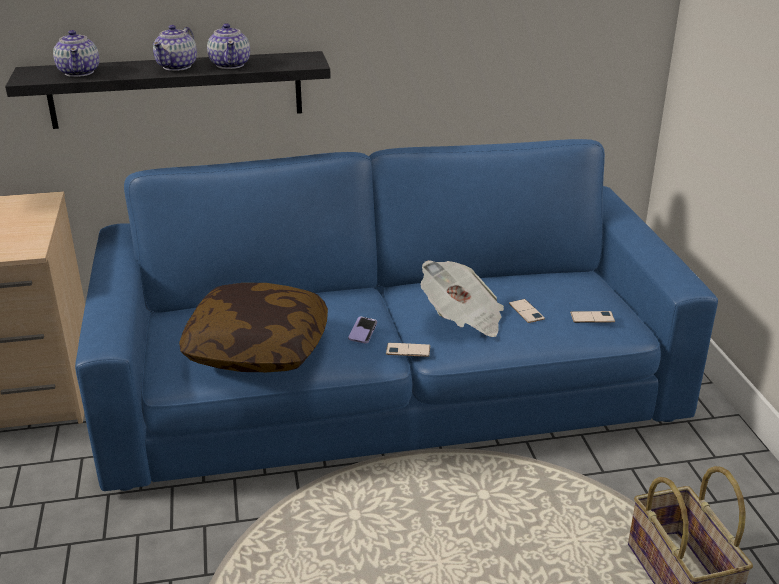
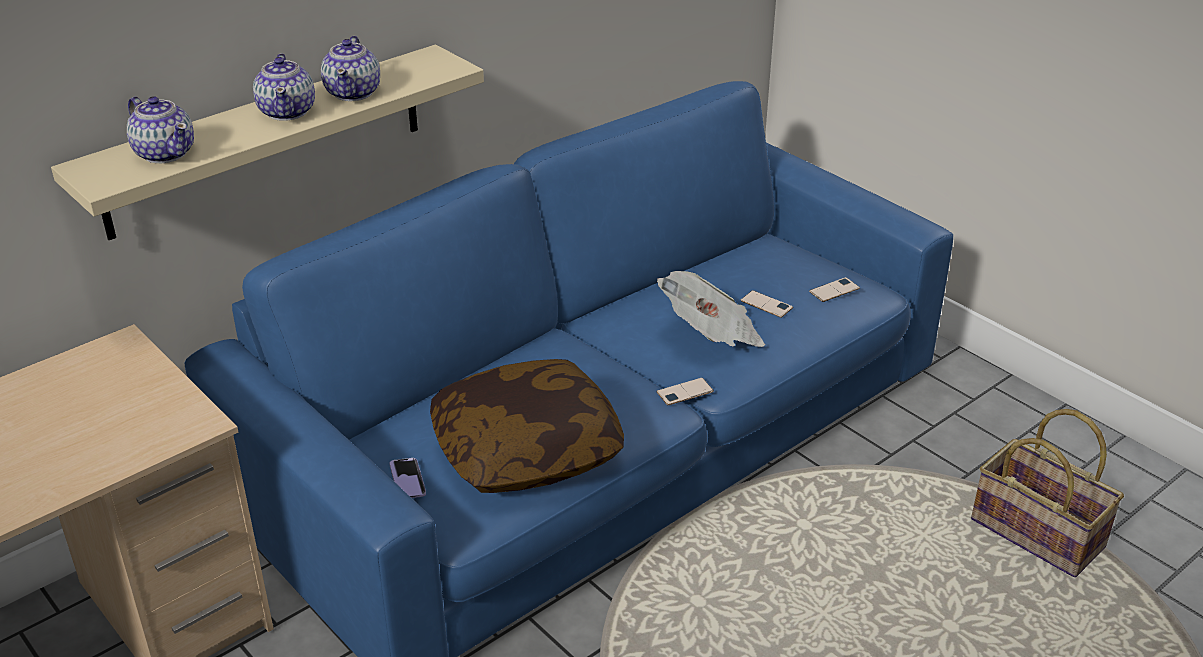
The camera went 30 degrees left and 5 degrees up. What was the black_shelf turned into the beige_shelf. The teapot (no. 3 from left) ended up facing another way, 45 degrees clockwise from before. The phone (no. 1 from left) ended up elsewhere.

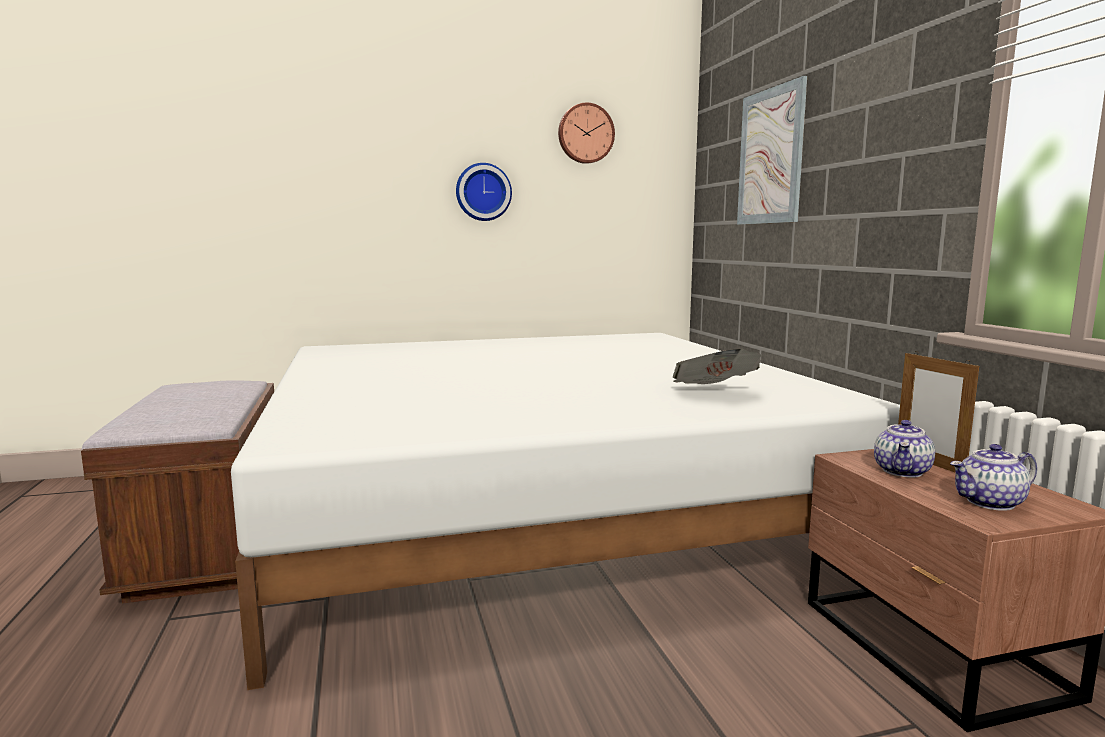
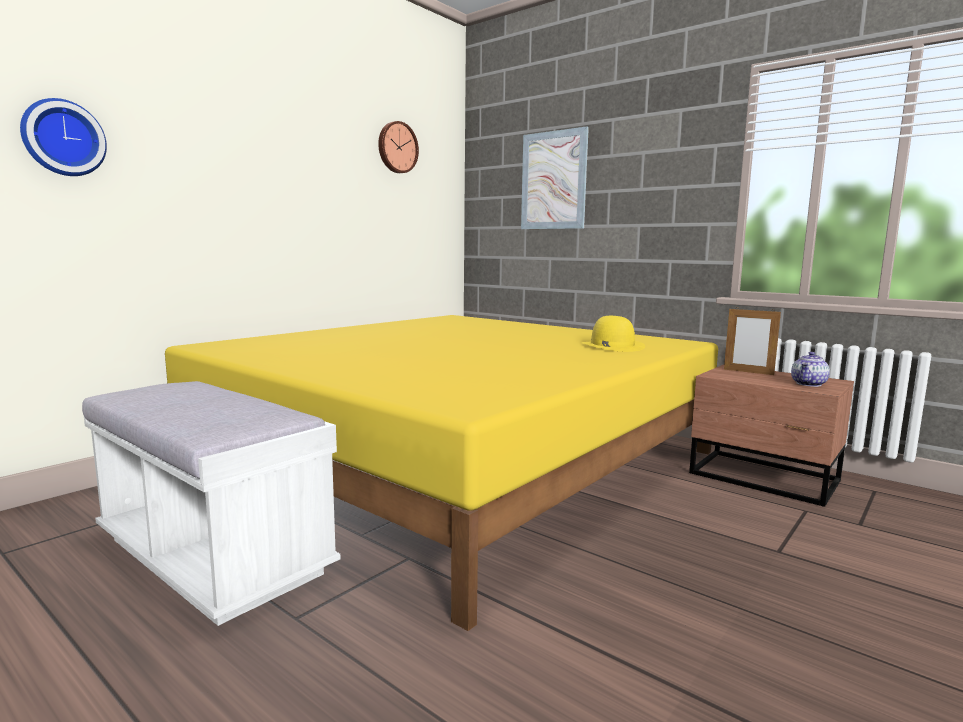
The camera went 35 degrees left and 0 degrees up. What was the brown_bench turned into the white_bench. What was the white_bed turned into the yellow_bed. The wall_clock (no. 1 from left) ended up elsewhere. Where the newspaper stood, the yellow_hat came to stand. The second view lost the teapot (no. 1 from left).

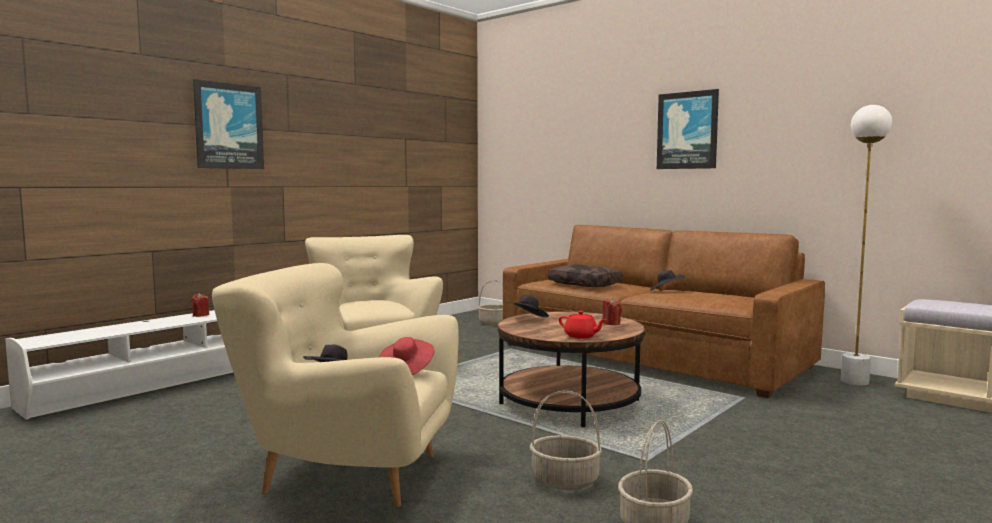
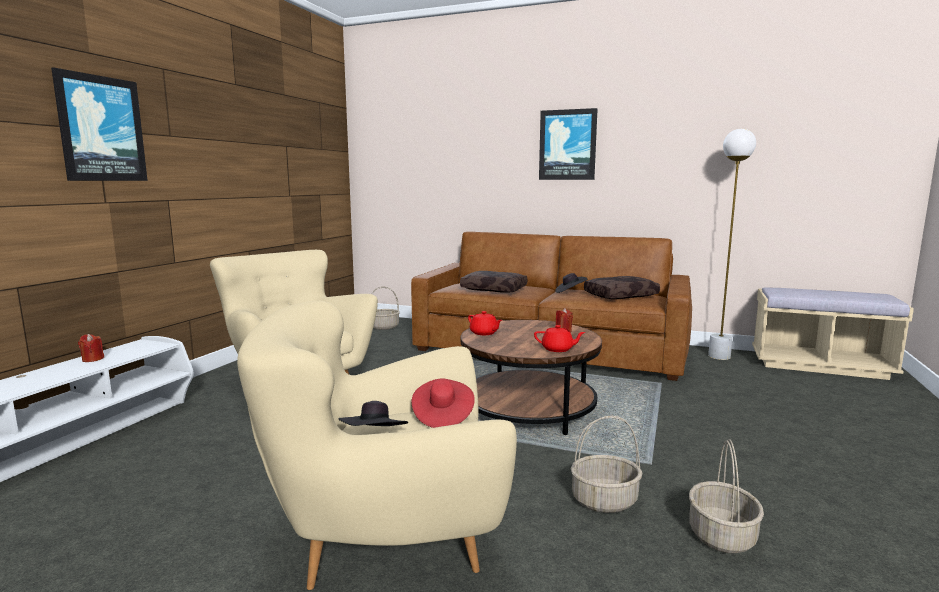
The camera went 20 degrees left and 5 degrees up. Where the black_hat (no. 2 from left) stood, the red_teapot (no. 1 from left) came to stand. The second view gained the brown_pillow (no. 2 from left).

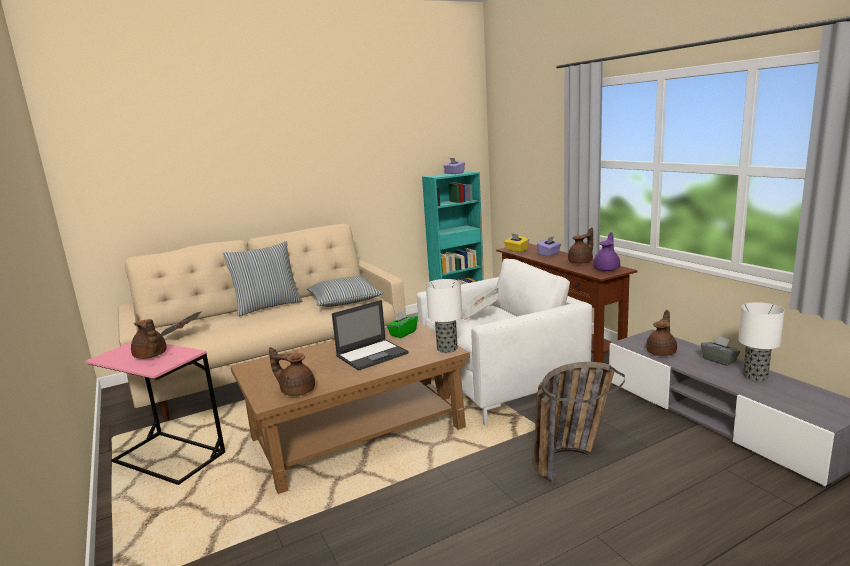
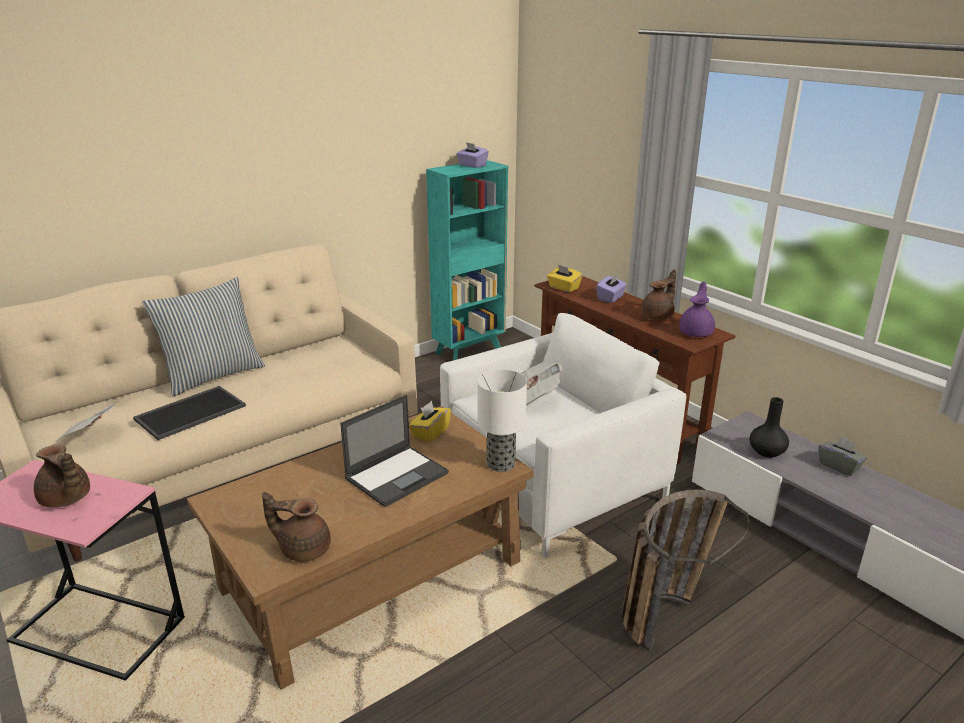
The camera went 10 degrees left and 10 degrees up. The second view lost the pillow (no. 2 from left). What was the green_tissue_box turned into the yellow_tissue_box (no. 1 from left). Where the brown_teapot (no. 4 from left) stood, the black_vase came to stand. The second view lost the table_lamp (no. 2 from left). The second view gained the tray.

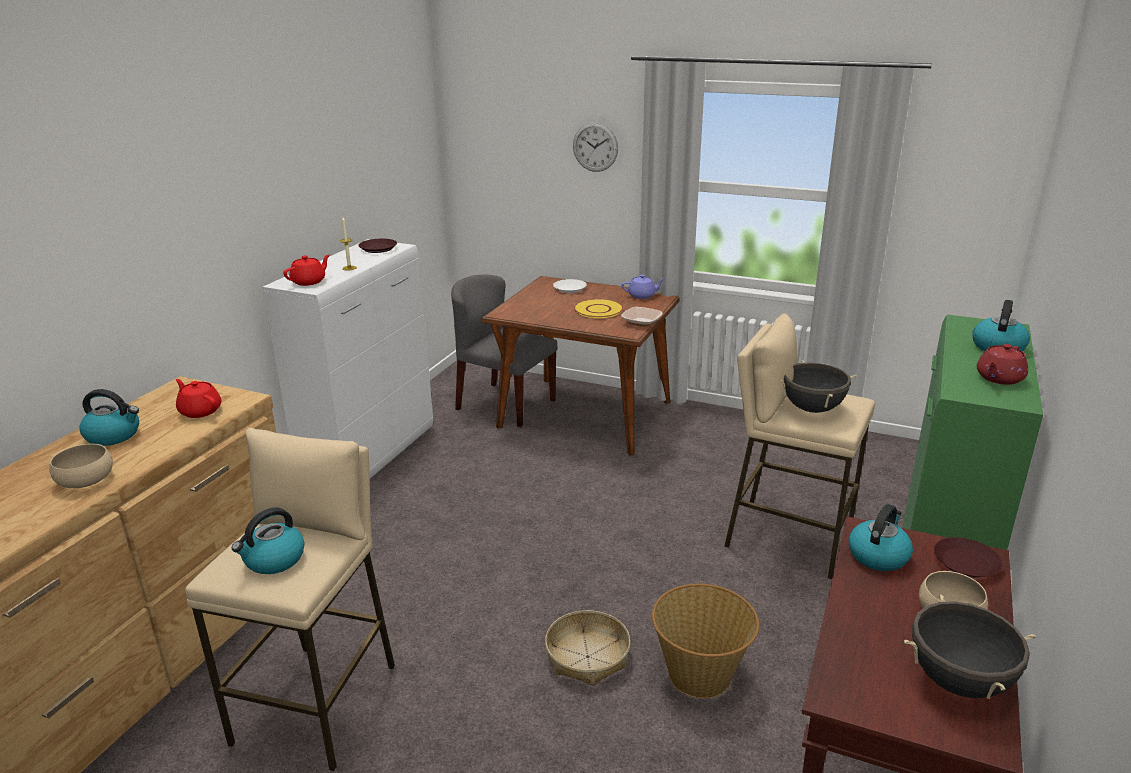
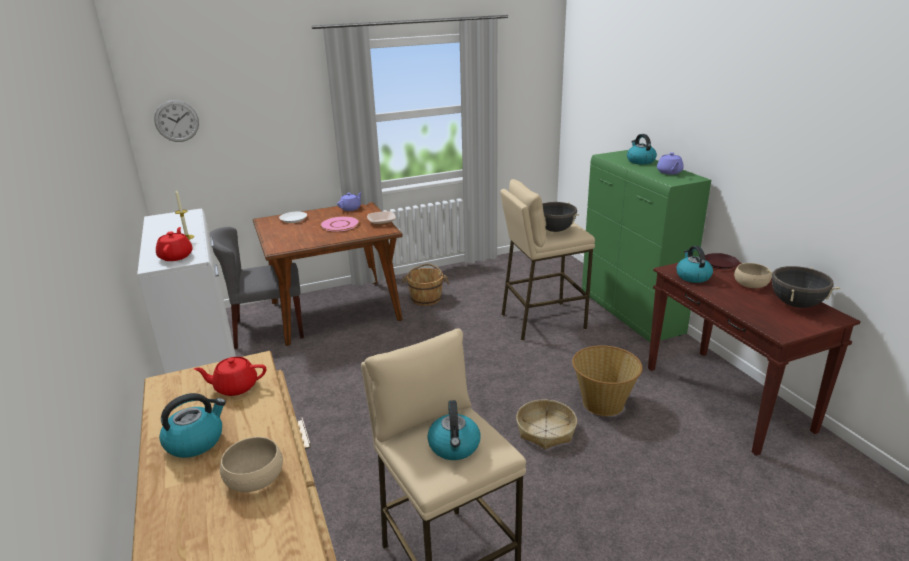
The camera went 45 degrees left and 0 degrees up. The second view lost the brown_plate (no. 1 from left). The wall_clock ended up elsewhere. What was the yellow_plate turned into the pink_plate. What was the red_teapot (no. 3 from left) turned into the purple_teapot (no. 2 from left). The second view gained the brown_bucket.

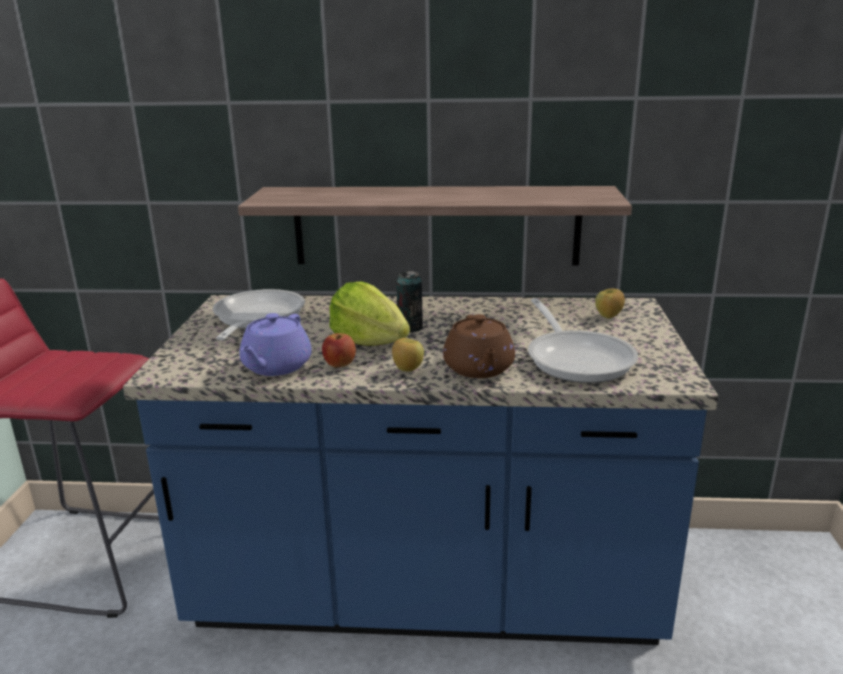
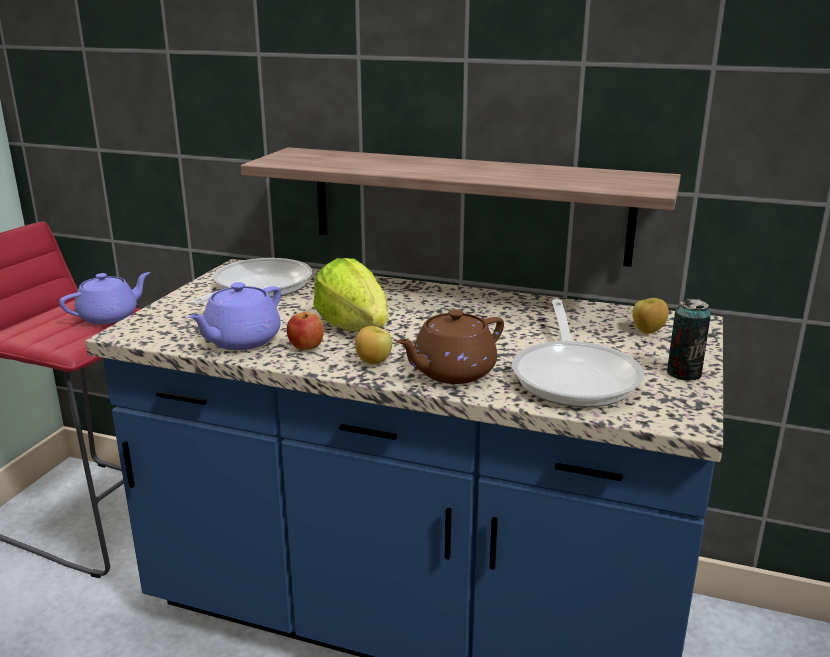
The camera went 15 degrees right and 0 degrees up. The can ended up elsewhere. The brown_teapot ended up facing another way, 45 degrees clockwise from before. The second view gained the purple_teapot (no. 1 from left).

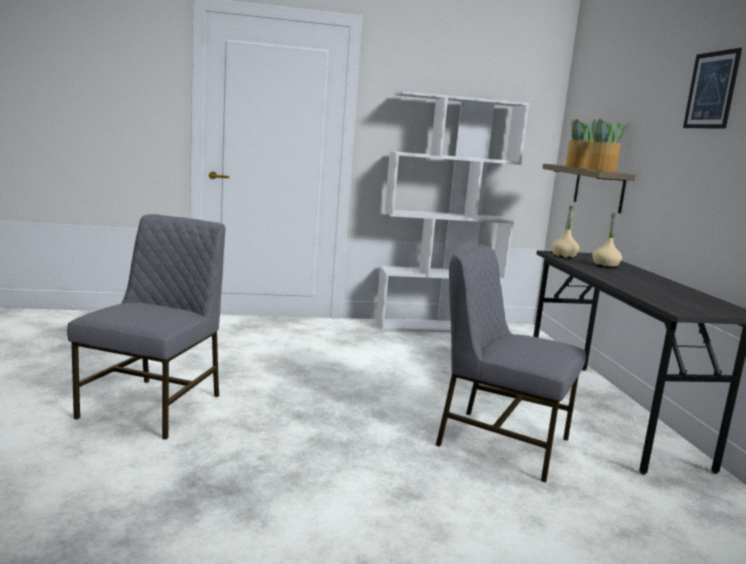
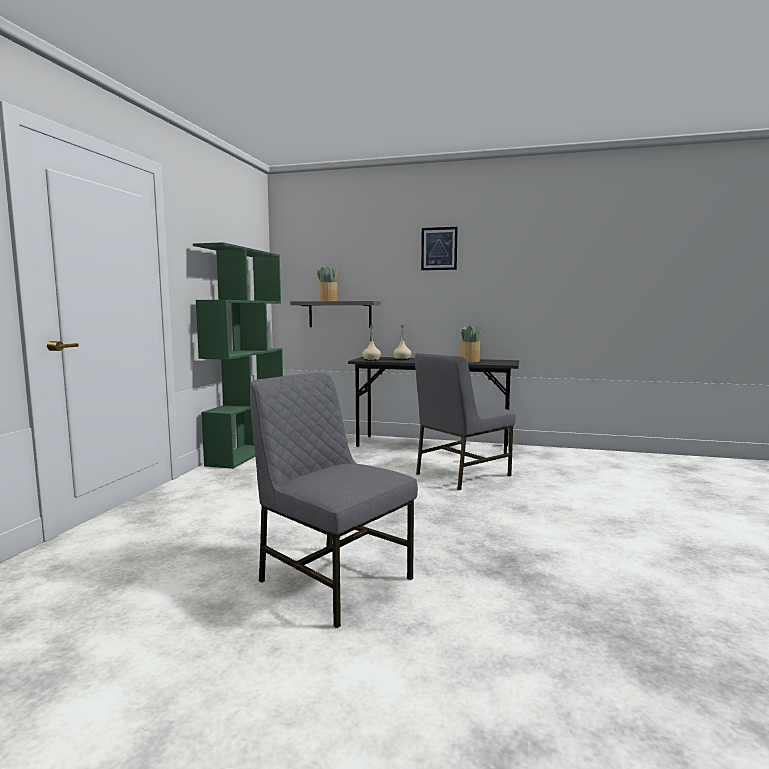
The camera went 65 degrees left and 5 degrees down. What was the white_bookcase turned into the green_bookcase. The potted_plant (no. 2 from left) ended up elsewhere.

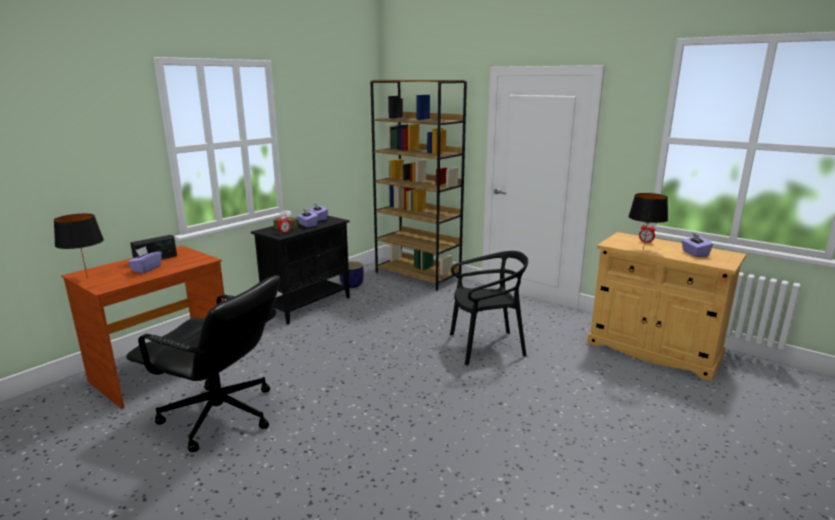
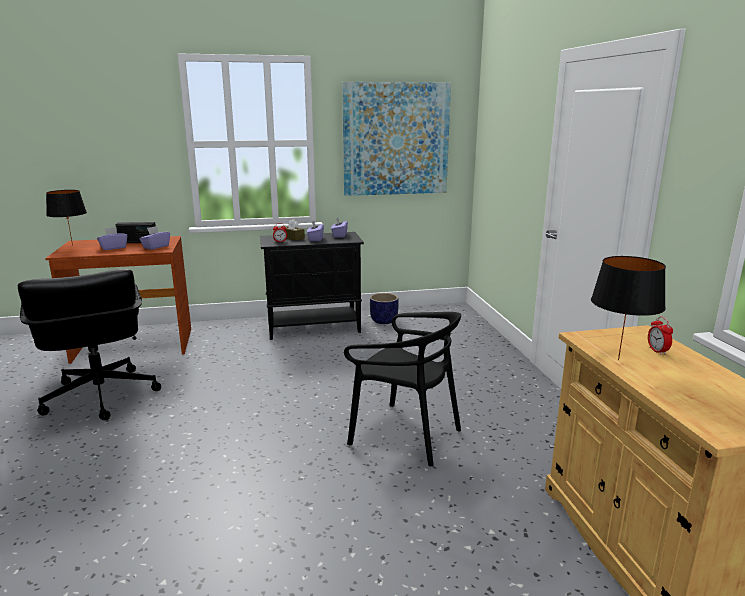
The camera went 40 degrees right and 0 degrees up. The second view lost the brown_bookcase. The purple_tissue_box (no. 4 from left in the first image) ended up elsewhere. The second view gained the picture.

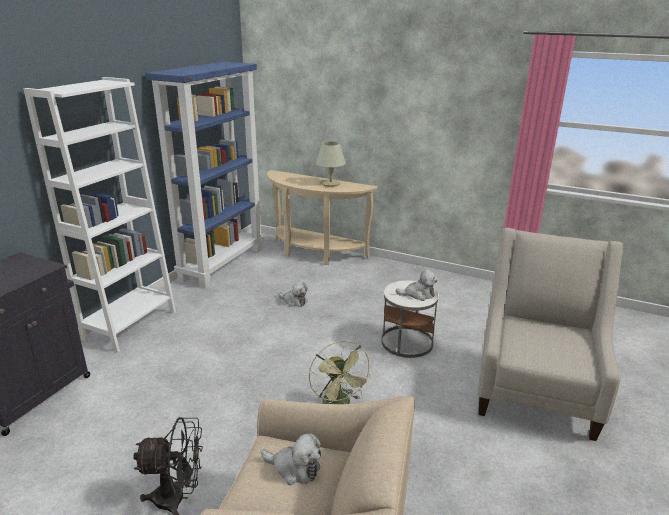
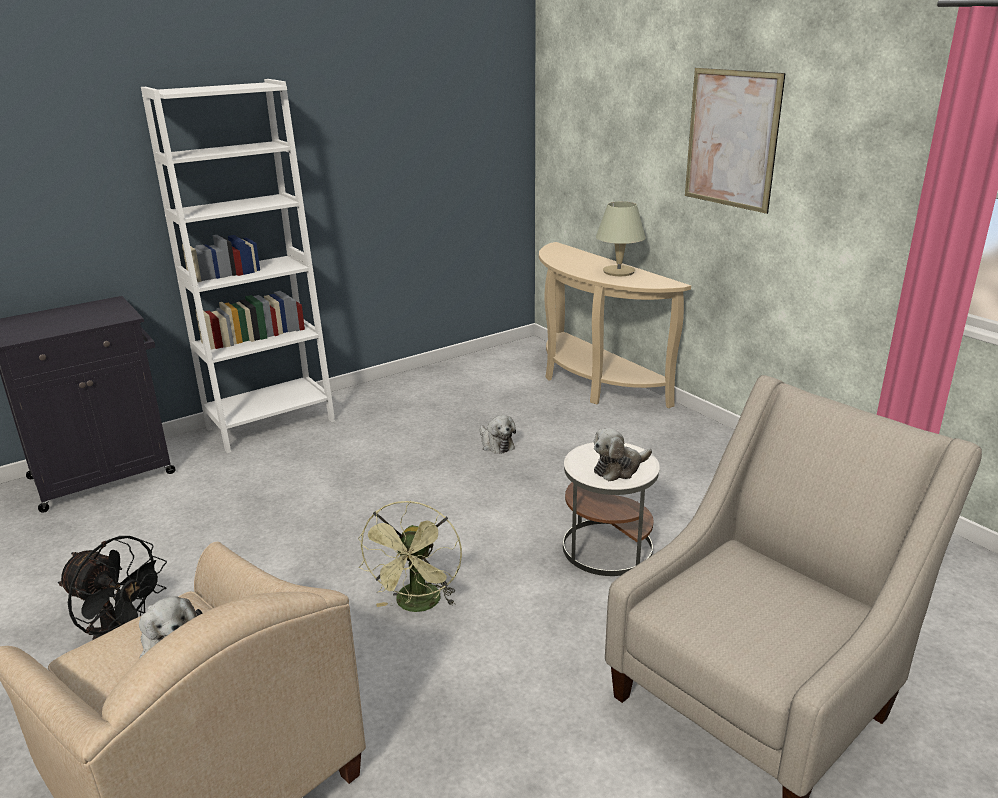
The camera went 30 degrees right and 0 degrees up. The second view lost the blue_bookcase. The plush_toy (no. 3 from left) ended up facing another way, 120 degrees clockwise from before. The second view gained the picture.

